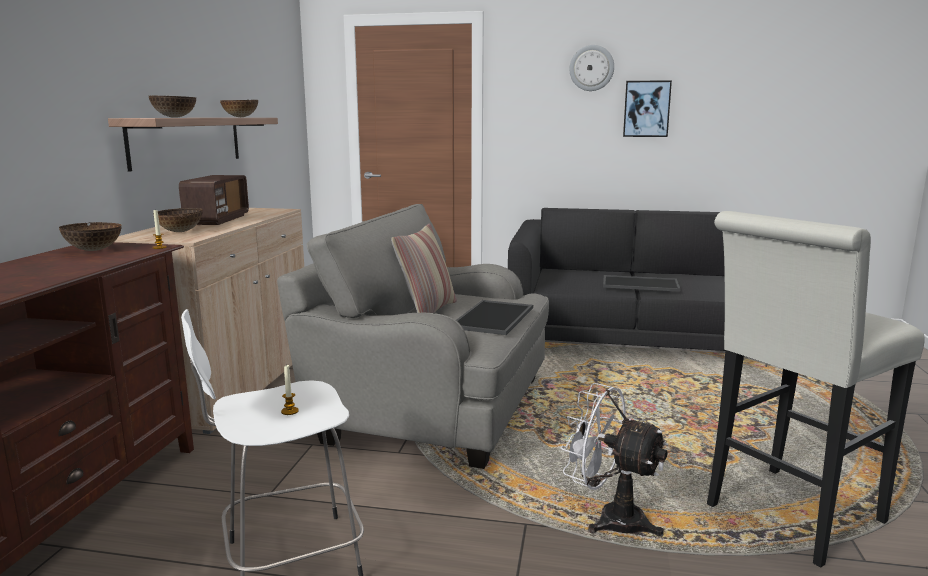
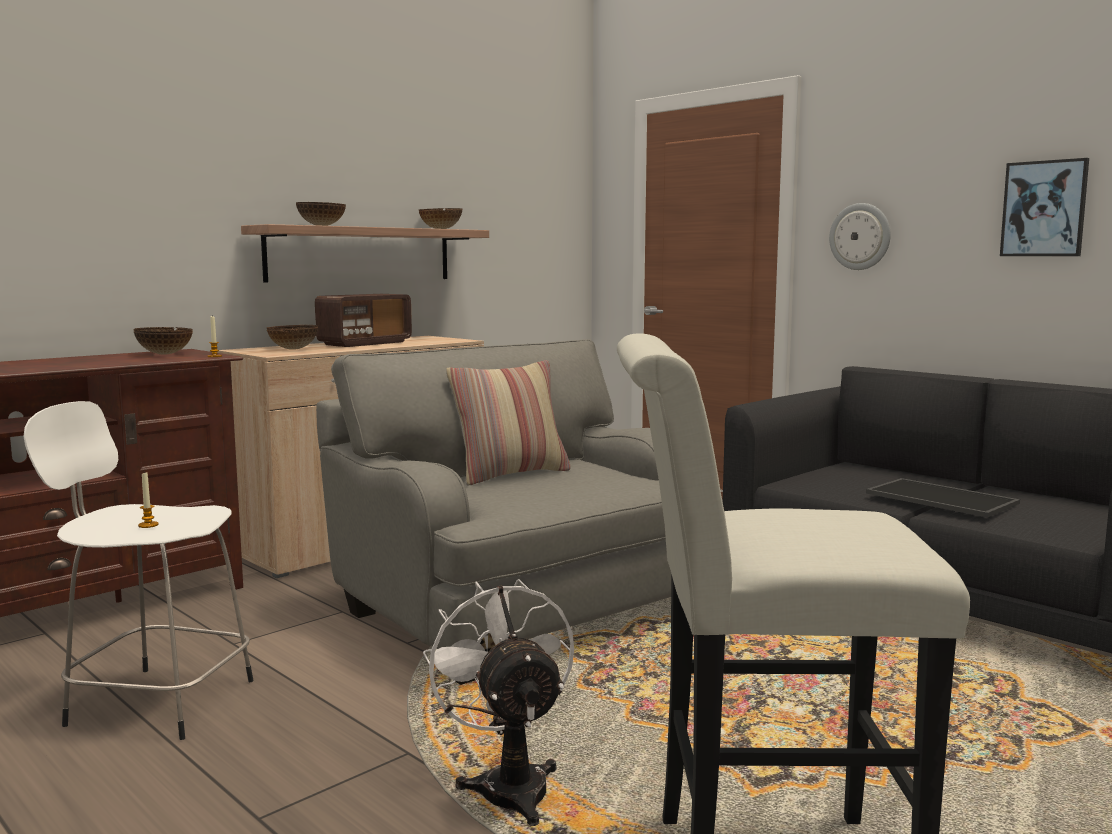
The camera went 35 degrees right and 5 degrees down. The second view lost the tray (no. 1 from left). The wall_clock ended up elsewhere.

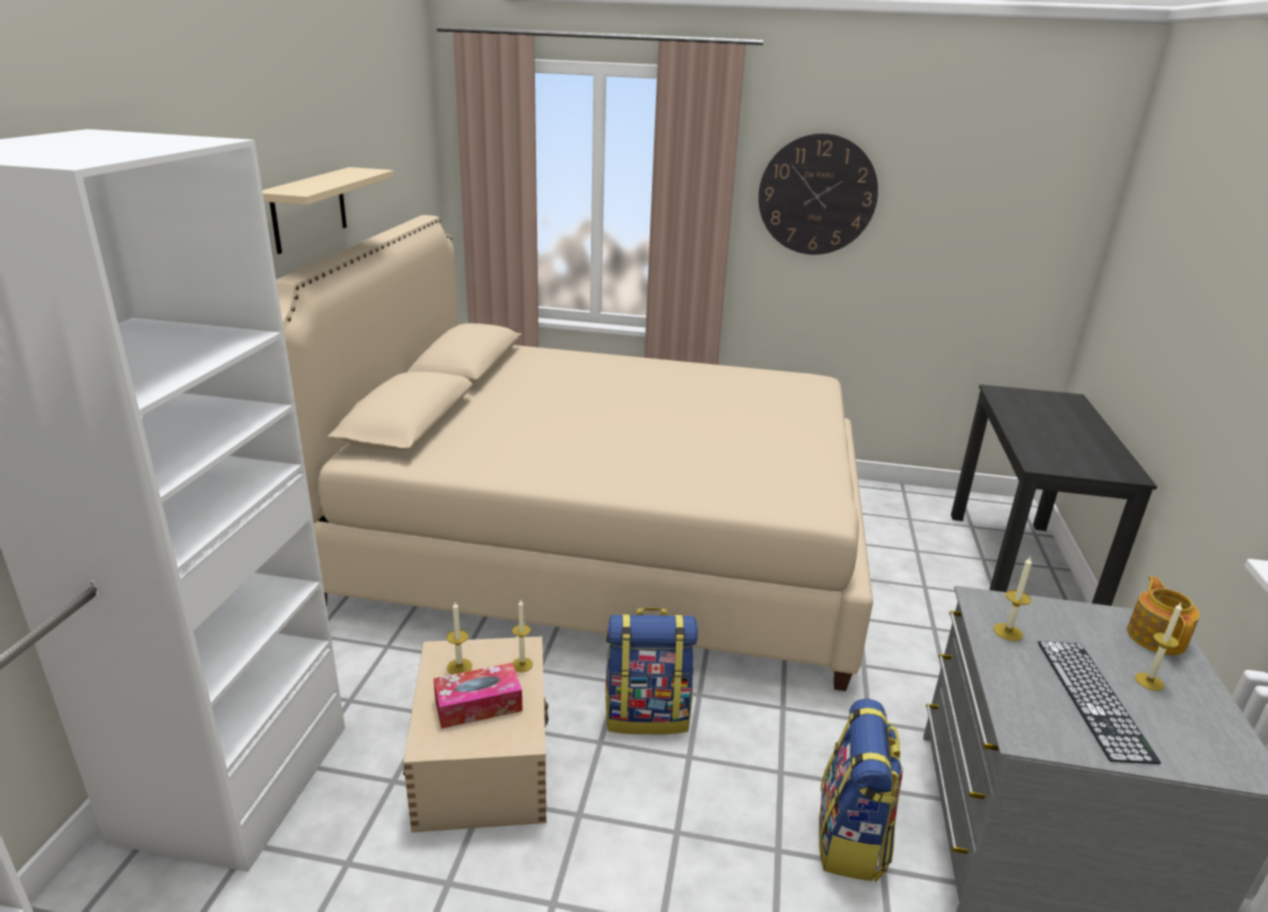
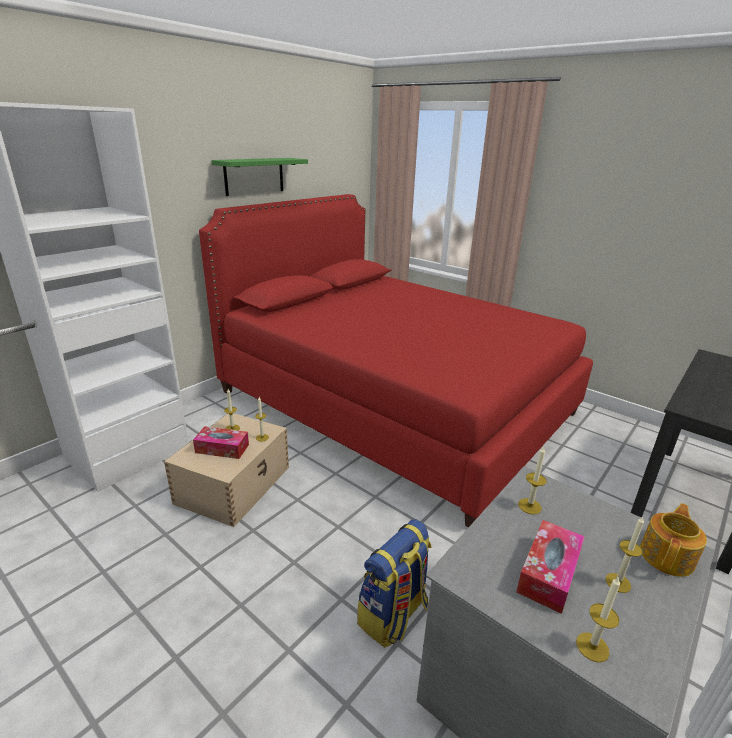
The camera went 30 degrees right and 0 degrees up. What was the beige_shelf turned into the green_shelf. What was the beige_bed turned into the red_bed. The second view lost the backpack (no. 1 from left). The second view lost the wall_clock. Where the keyboard stood, the tissue_box (no. 2 from left) came to stand. The second view gained the candle (no. 4 from left).

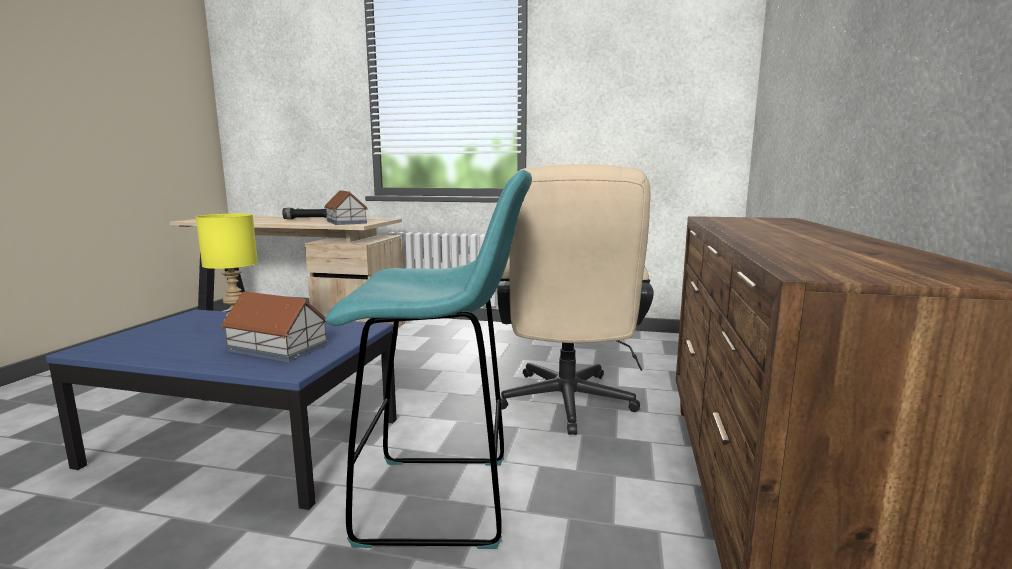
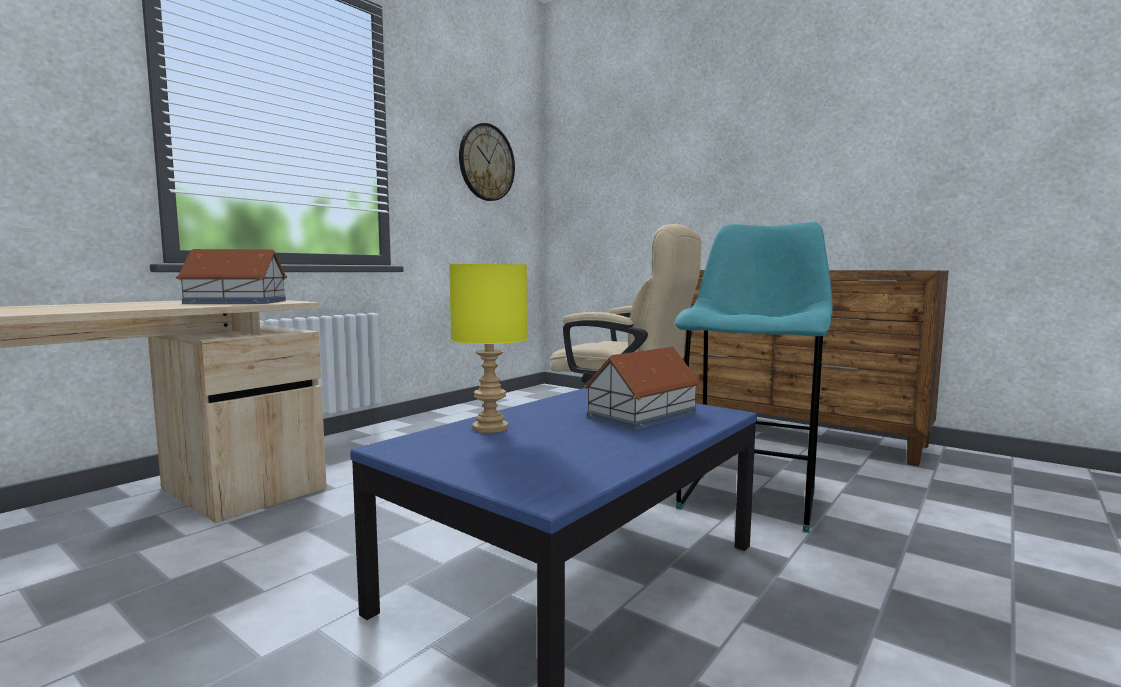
The camera went 65 degrees left and 5 degrees down. The second view lost the black_flashlight. The second view gained the wall_clock.

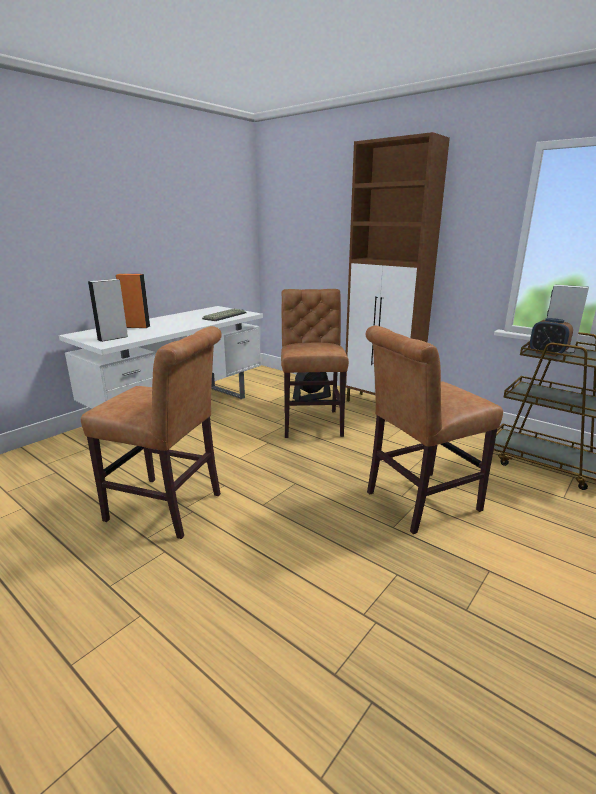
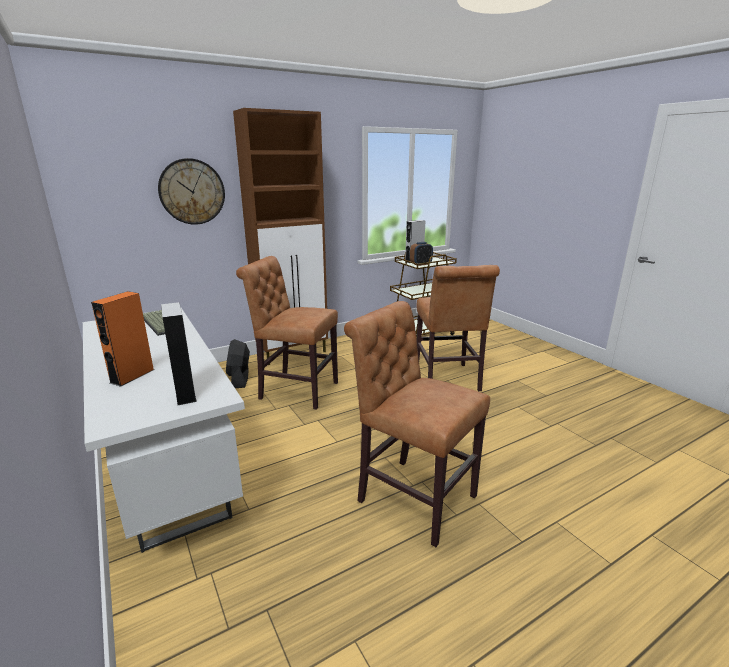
The camera went 70 degrees left and 0 degrees up. The brown_chair (no. 1 from left in the first image) ended up facing another way, 90 degrees counterclockwise from before. The second view gained the wall_clock.

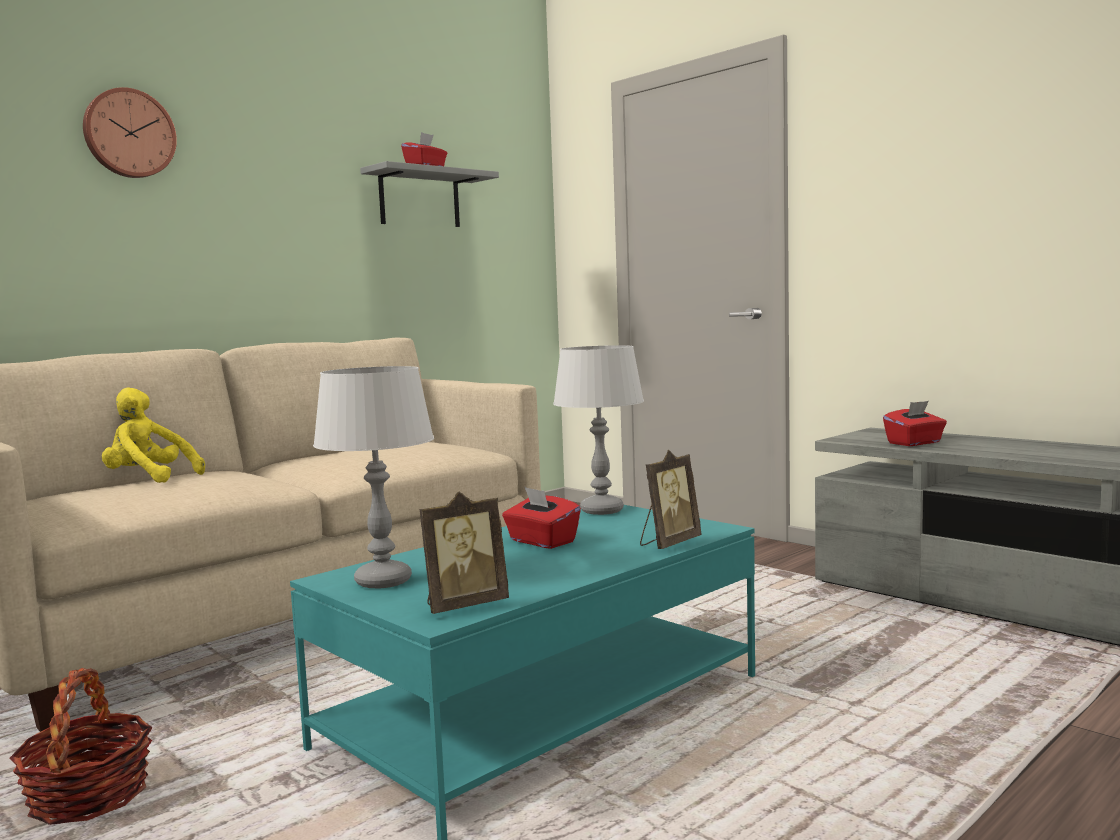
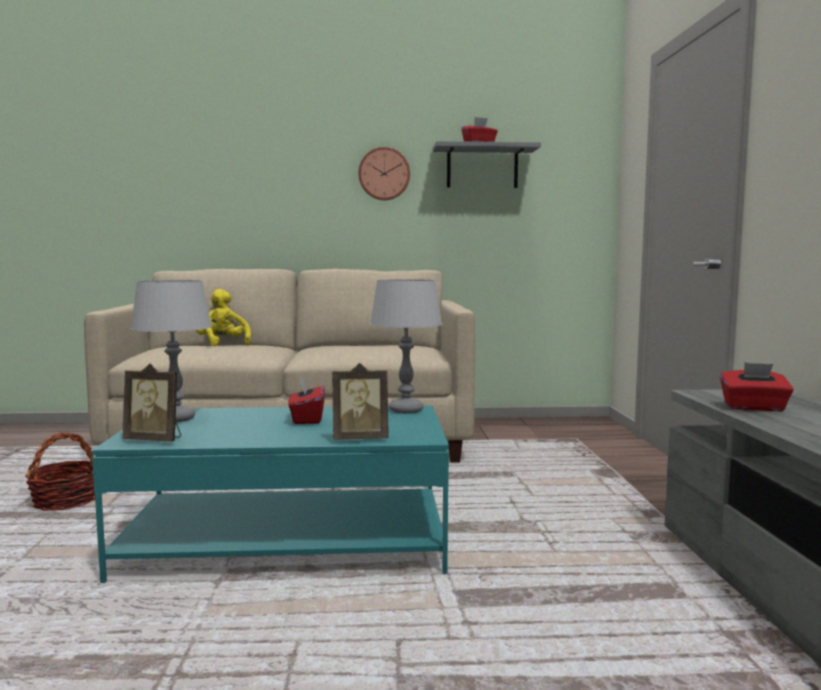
The camera went 40 degrees right and 0 degrees up. The wall_clock ended up elsewhere.

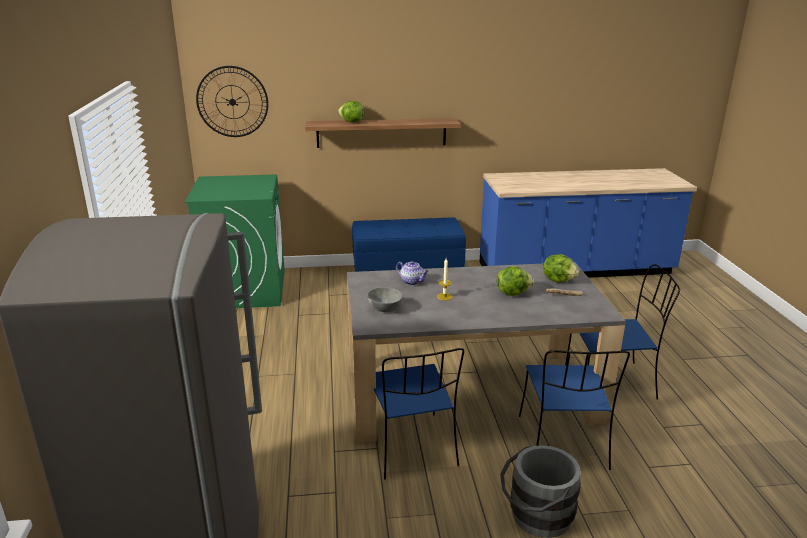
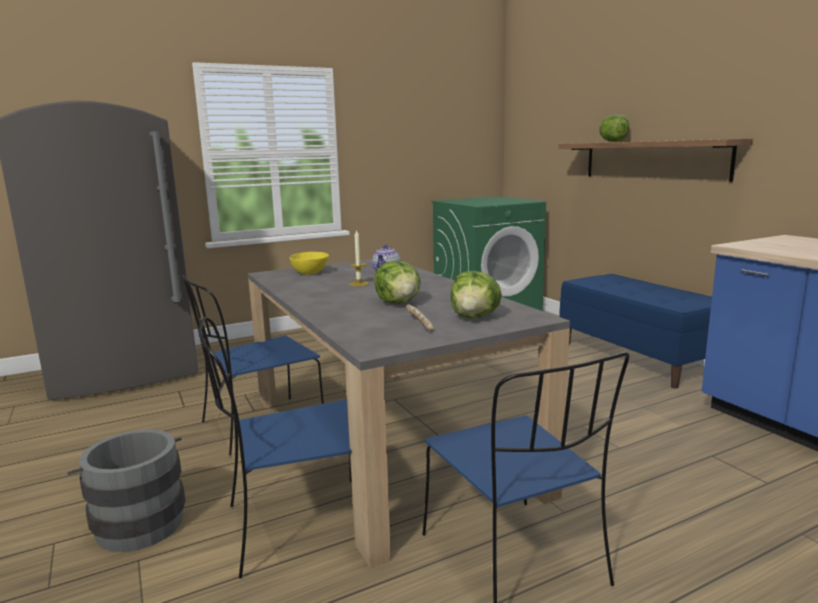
The camera went 70 degrees right and 10 degrees down. The second view lost the wall_clock. What was the grey_bowl turned into the yellow_bowl.

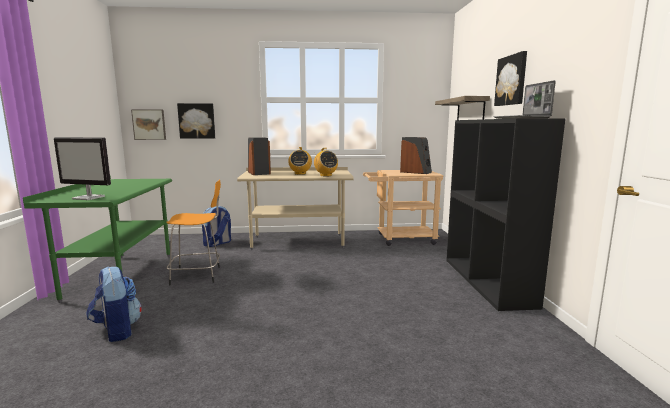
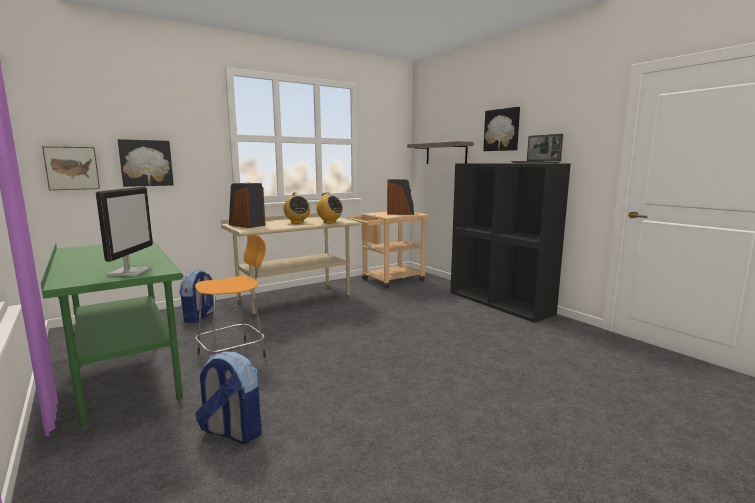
The camera went 30 degrees left and 0 degrees up. The monitor ended up facing another way, 75 degrees counterclockwise from before.

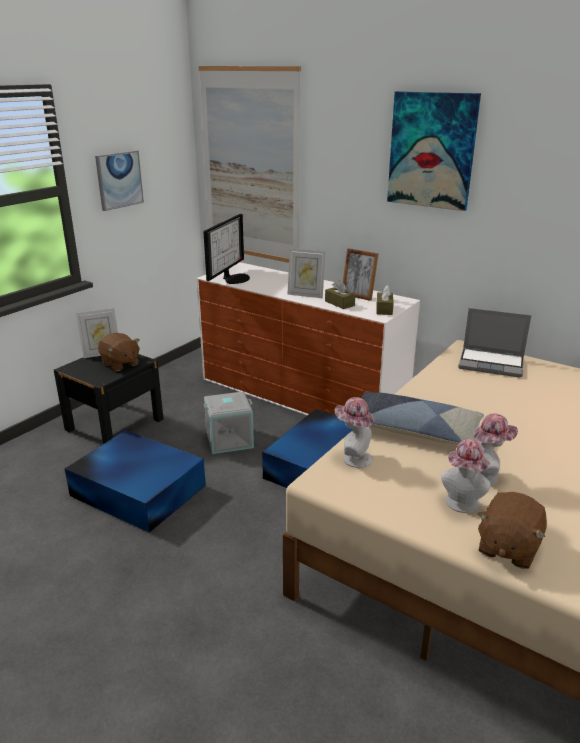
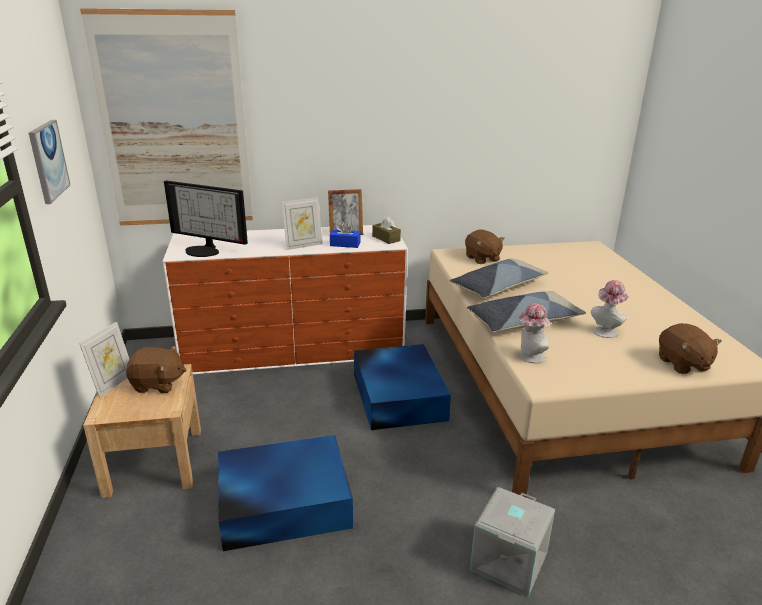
The camera went 45 degrees left and 0 degrees up. What was the black_nightstand turned into the beige_nightstand. The monitor ended up facing another way, 135 degrees clockwise from before. The grey_storage_box ended up elsewhere. What was the brown_tissue_box (no. 1 from left) turned into the blue_tissue_box. The second view lost the picture (no. 3 from left). The second view lost the hat (no. 2 from left). Where the laptop stood, the brown_plush_toy (no. 2 from left) came to stand. The second view gained the pillow (no. 1 from left).

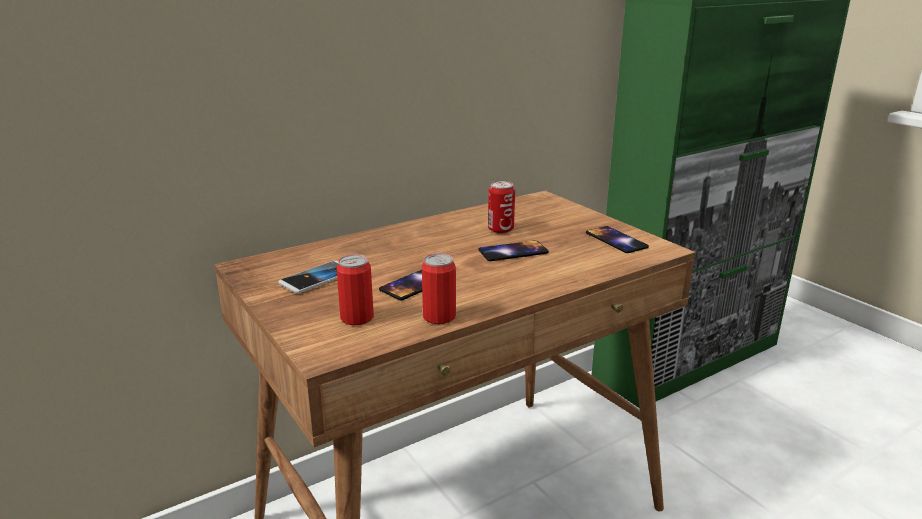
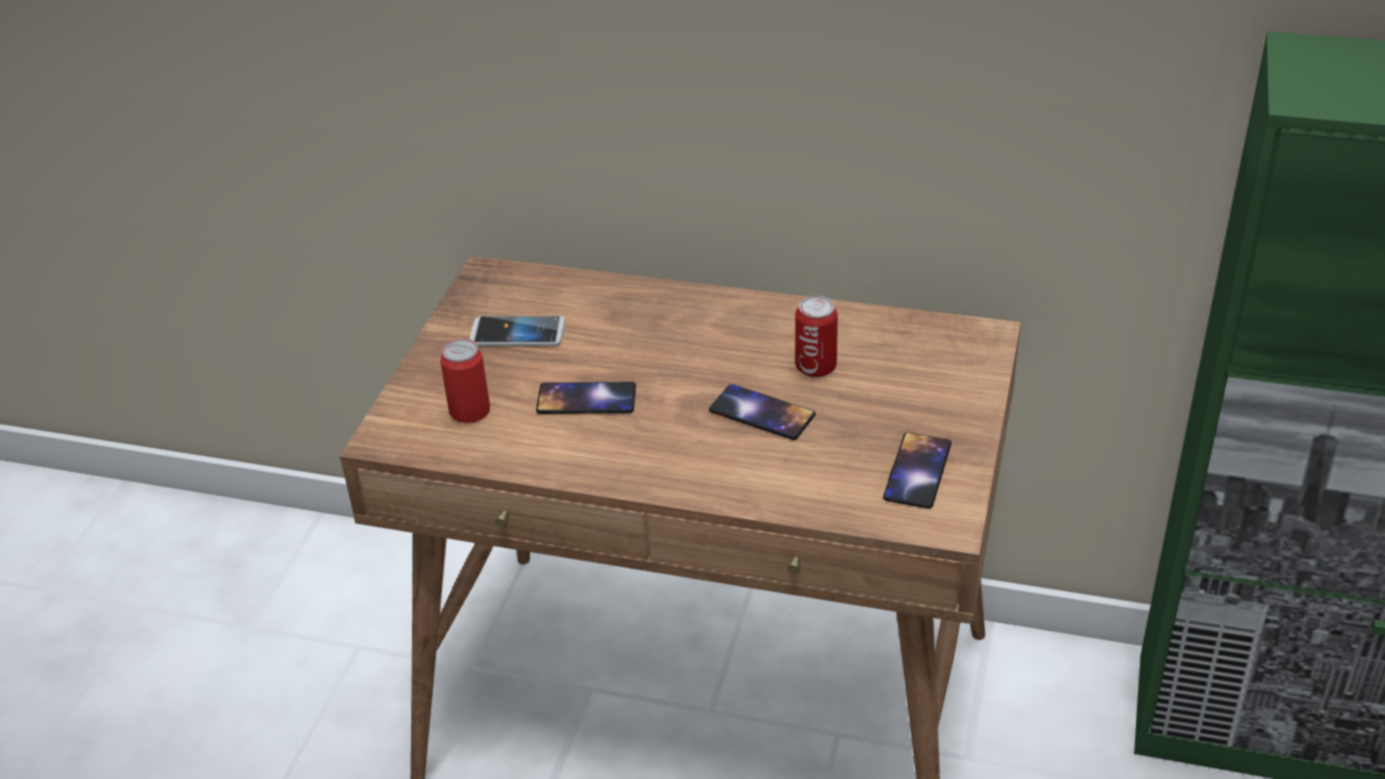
The camera went 50 degrees right and 15 degrees up. The second view lost the can (no. 2 from left).

